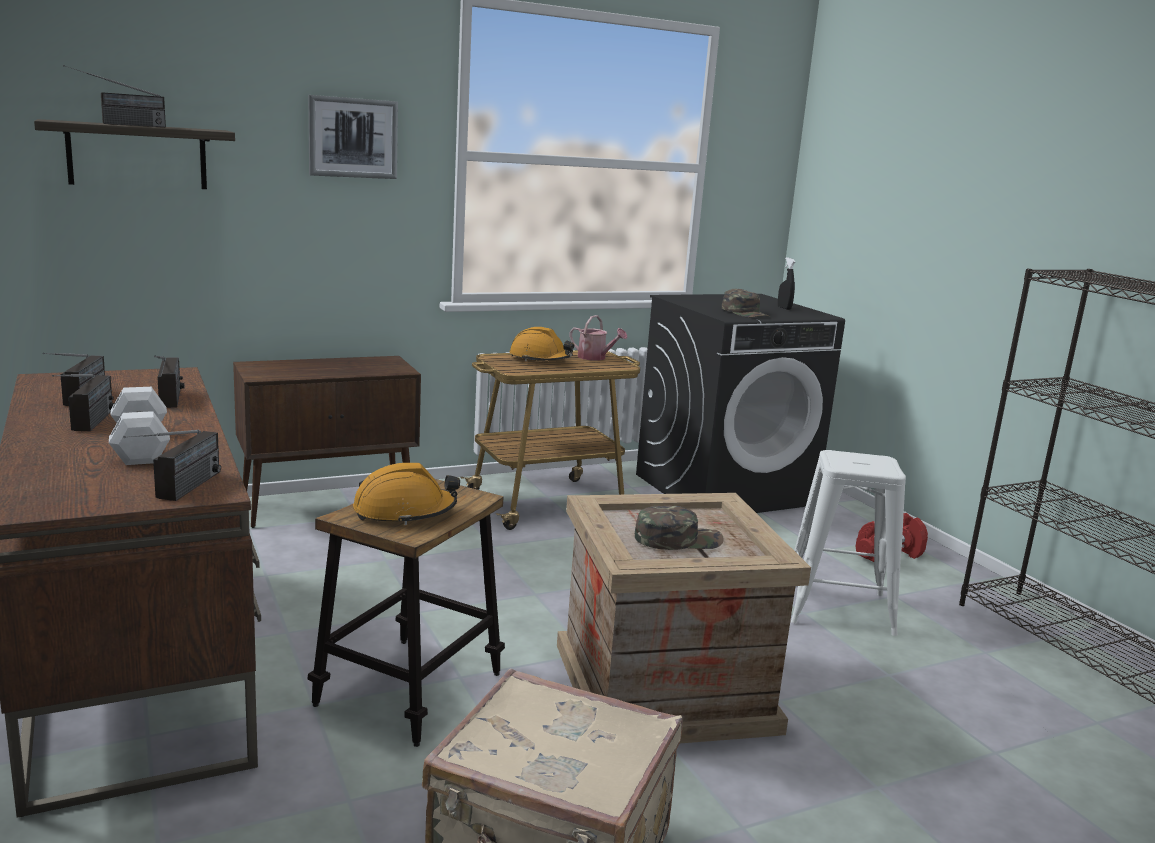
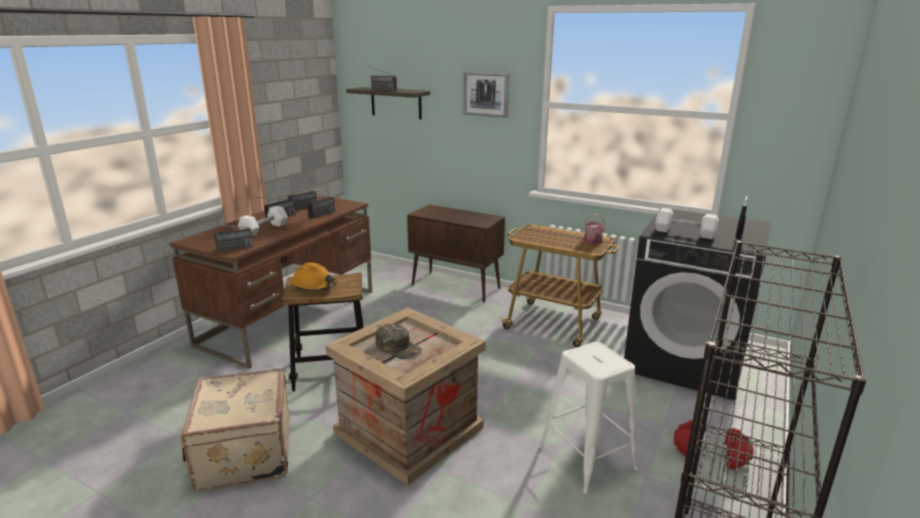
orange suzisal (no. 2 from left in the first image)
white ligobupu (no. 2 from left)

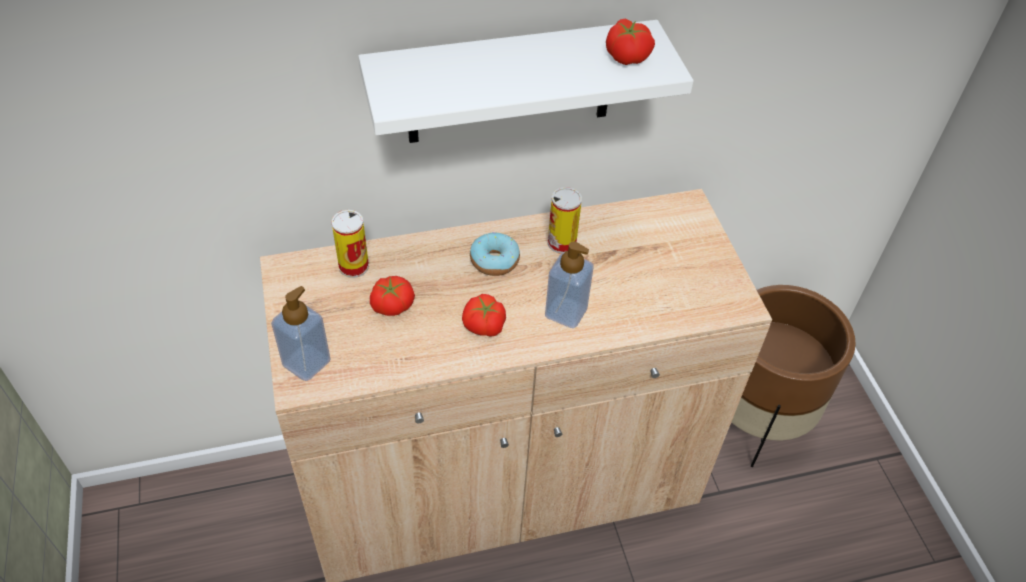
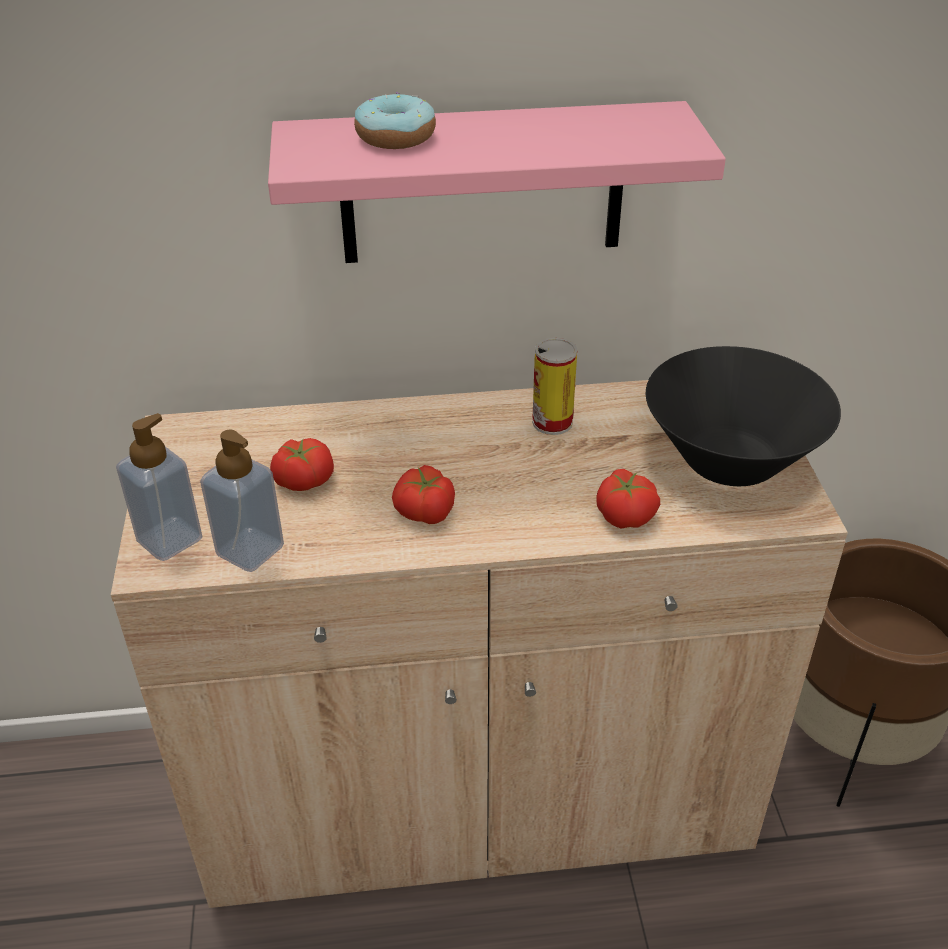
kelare (no. 1 from left in the first image)
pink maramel
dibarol
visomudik (no. 2 from left)
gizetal (no. 3 from left)
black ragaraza

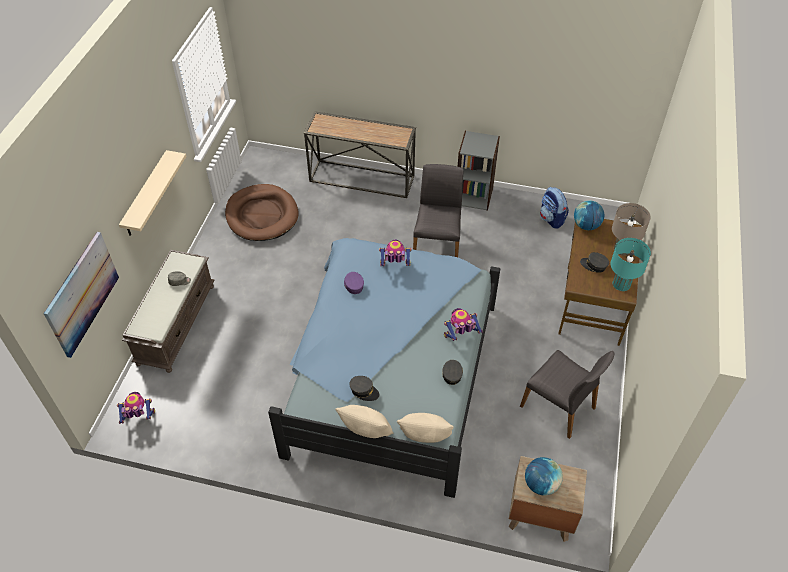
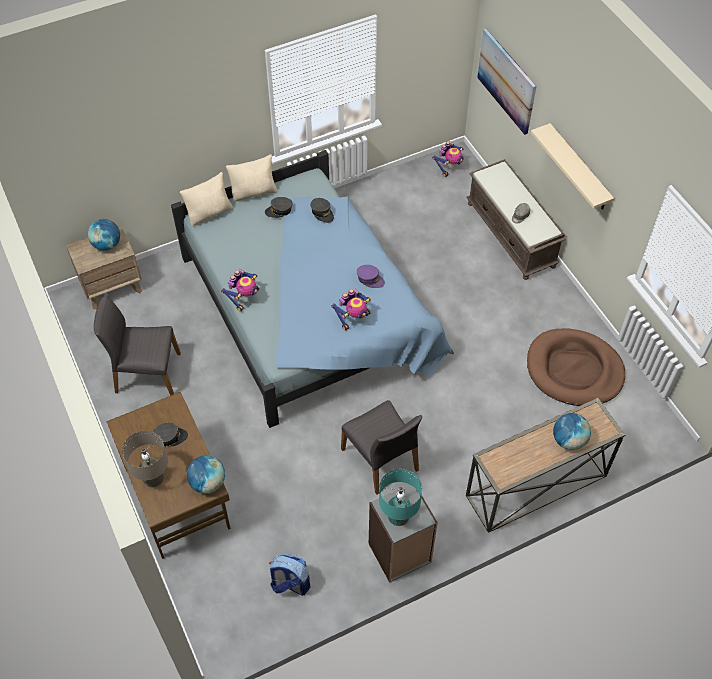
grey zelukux (no. 3 from left)
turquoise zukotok
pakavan (no. 3 from left)

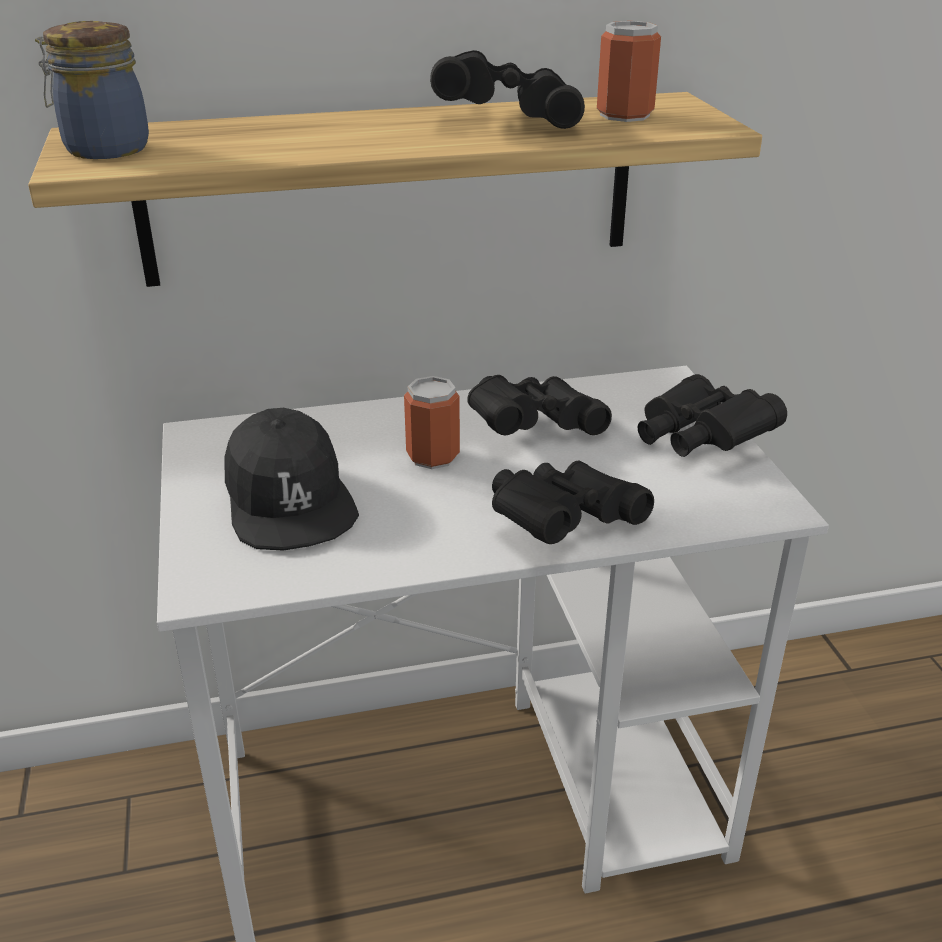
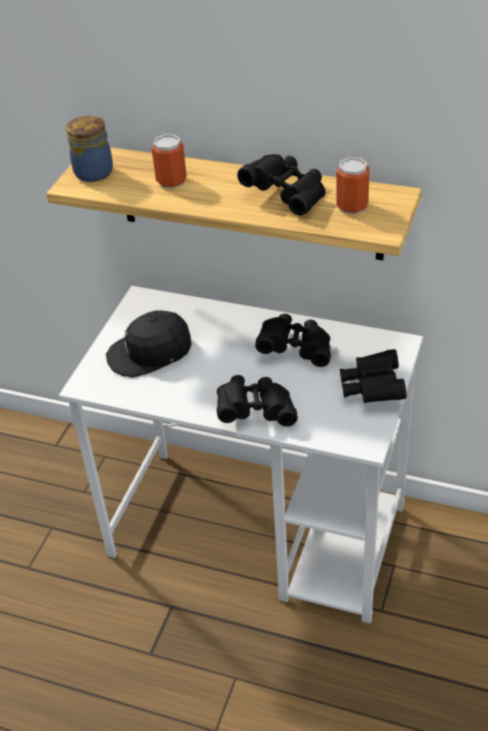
black zelukux
kelare (no. 1 from left)

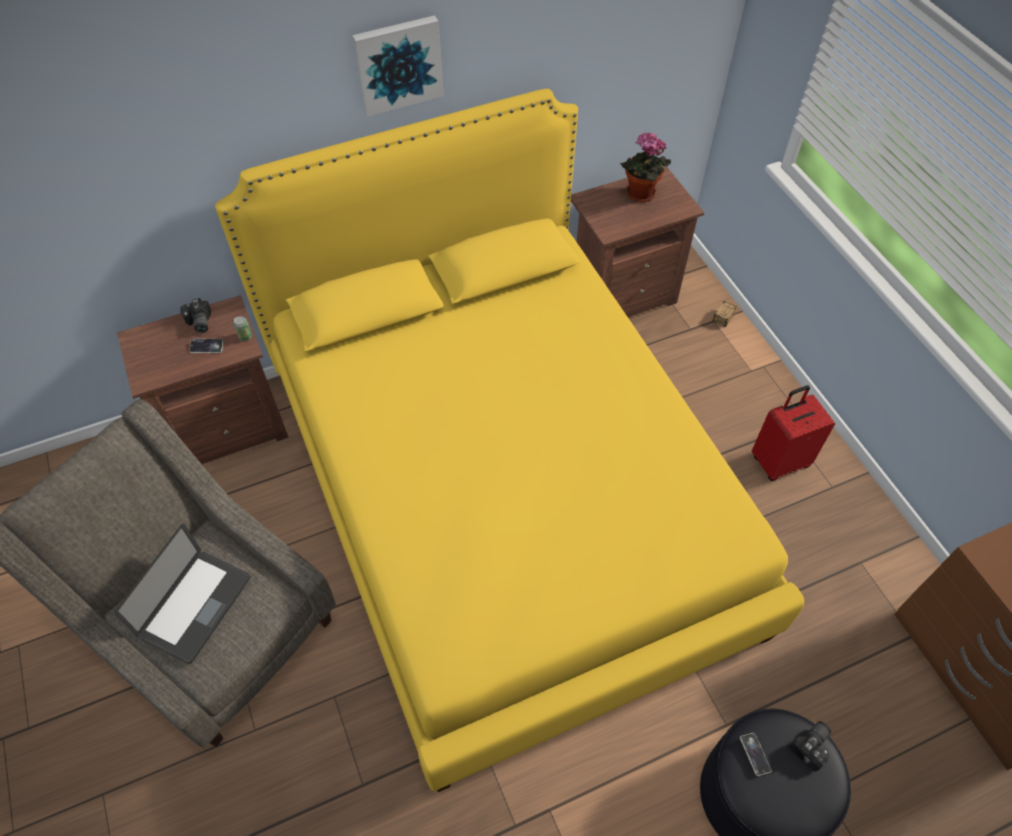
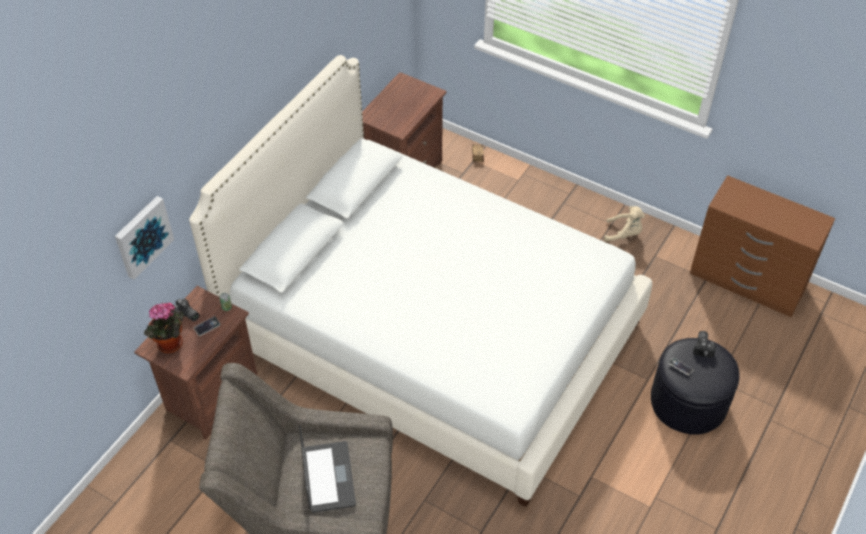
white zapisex
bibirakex
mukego
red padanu
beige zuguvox

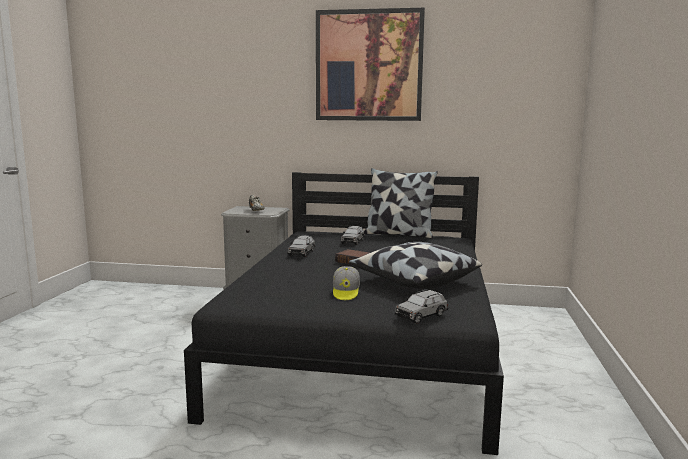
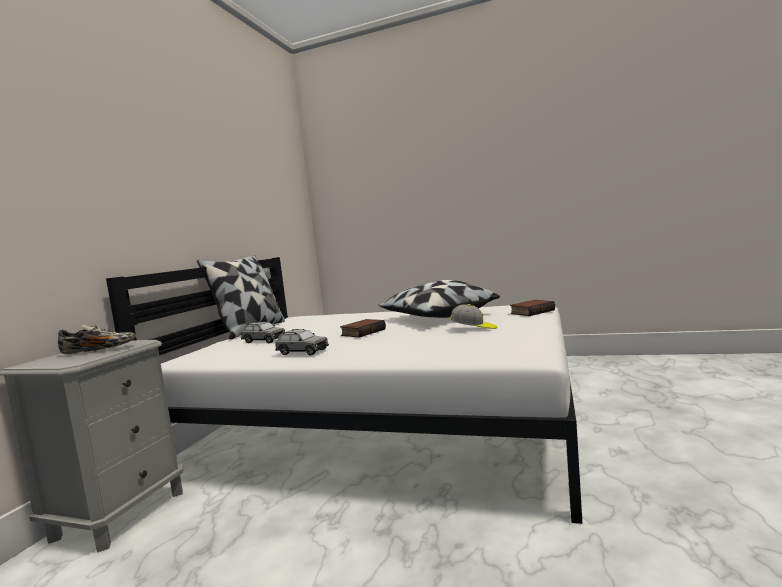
white zapisex
bibirakex
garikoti (no. 2 from left)

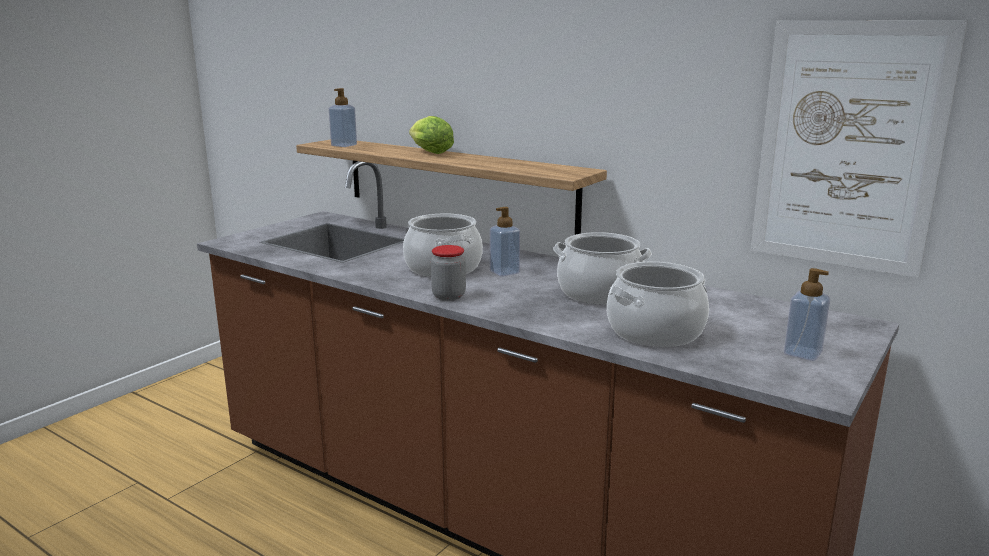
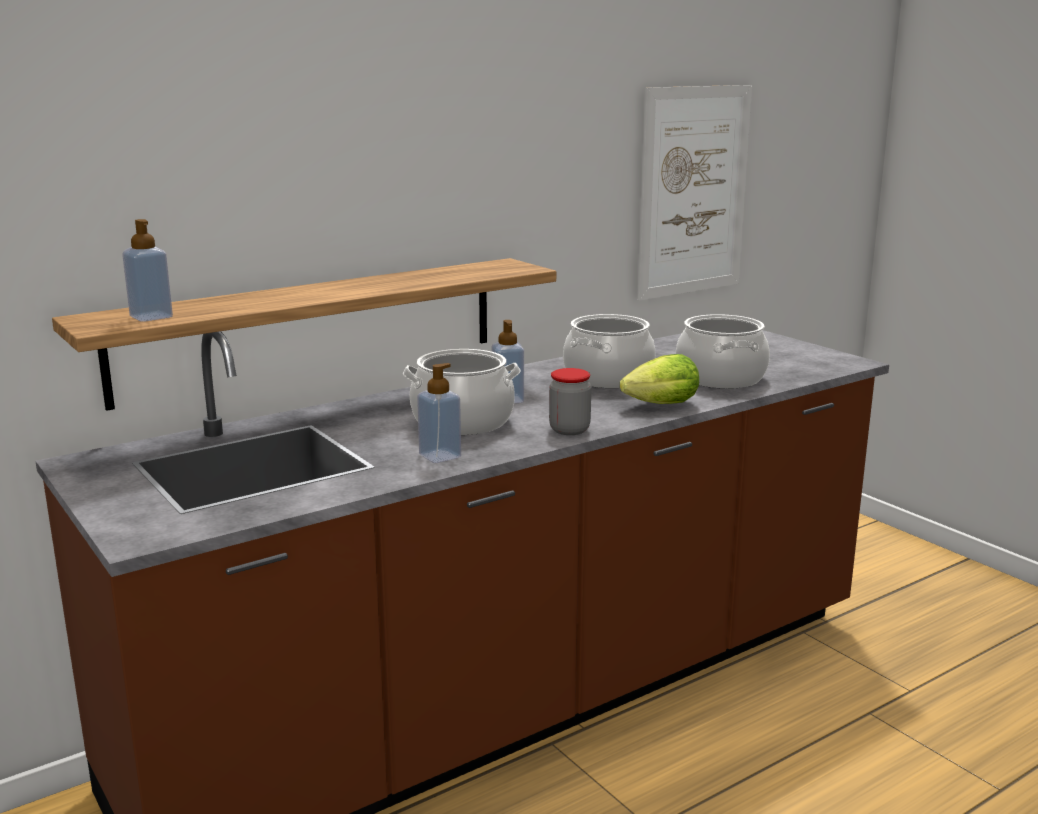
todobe
visomudik (no. 2 from left)

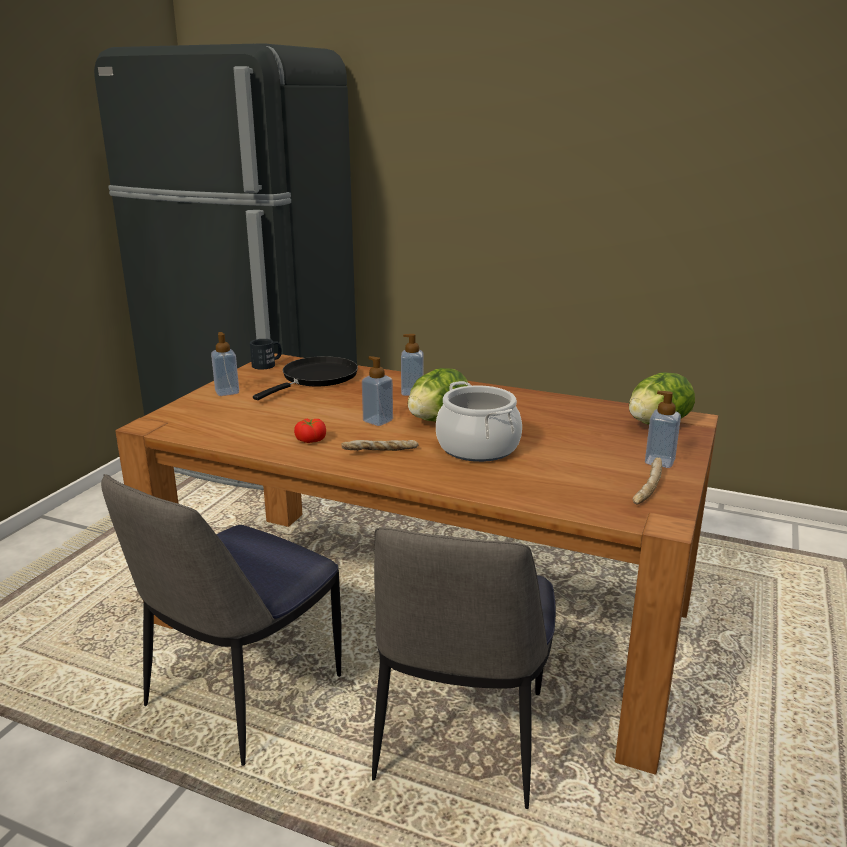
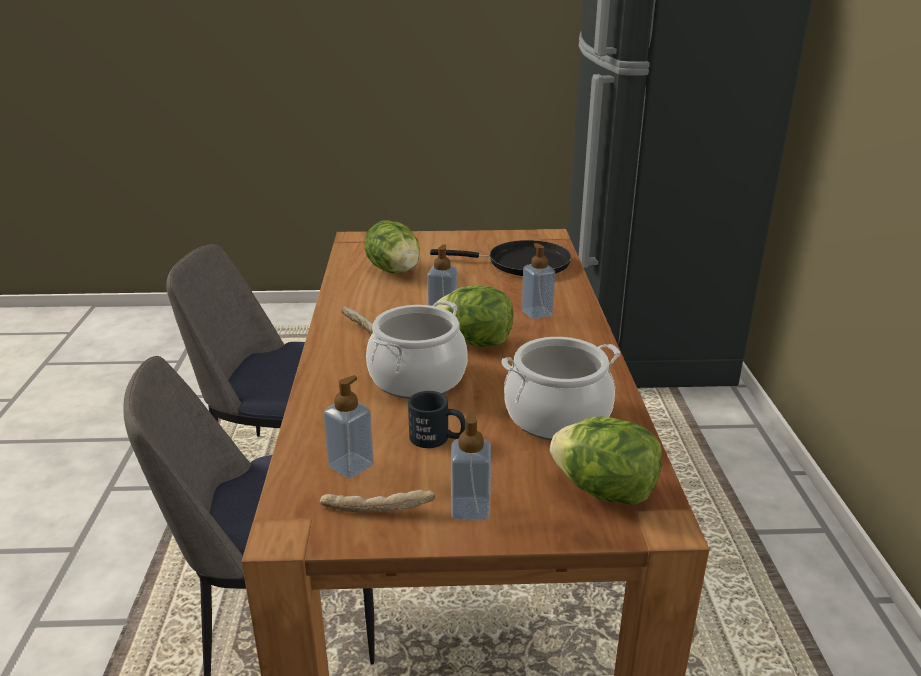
visomudik (no. 1 from left)
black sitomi
gizetal
todobe (no. 1 from left)
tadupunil (no. 2 from left)

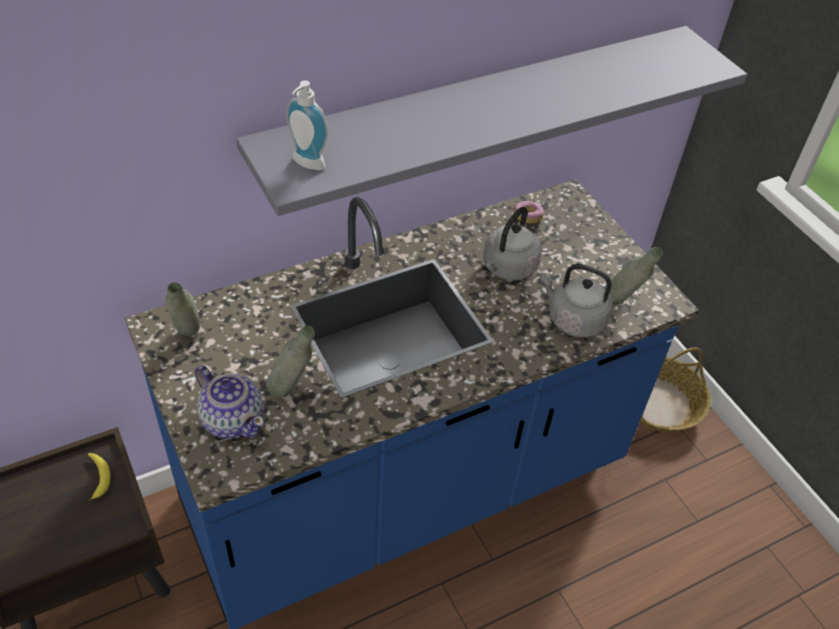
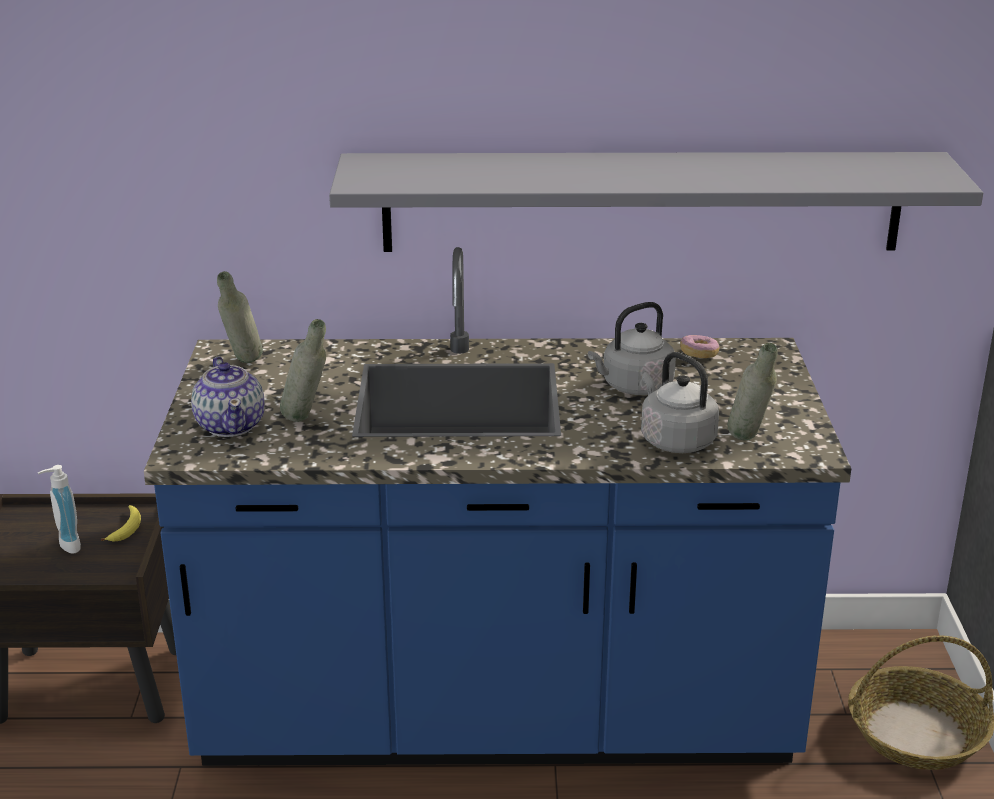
visomudik

